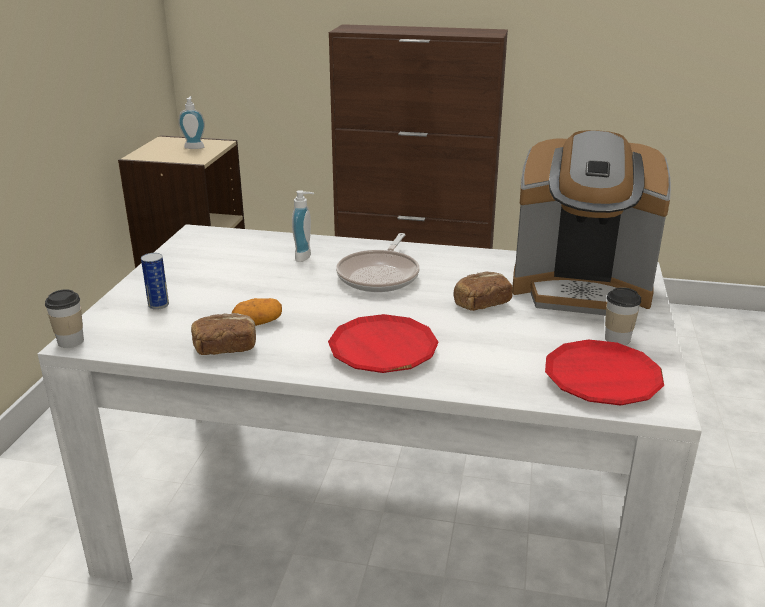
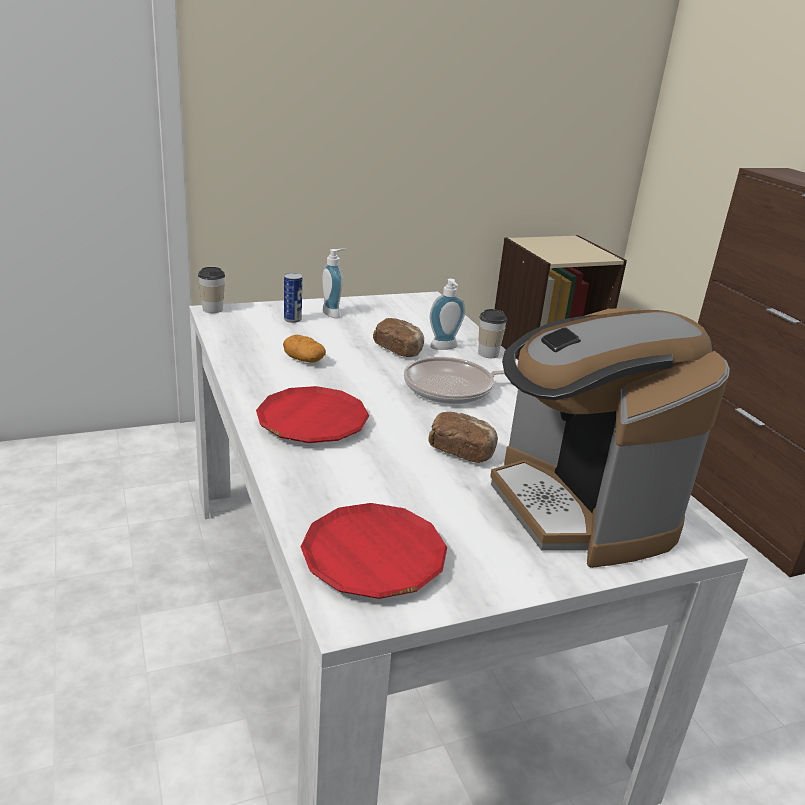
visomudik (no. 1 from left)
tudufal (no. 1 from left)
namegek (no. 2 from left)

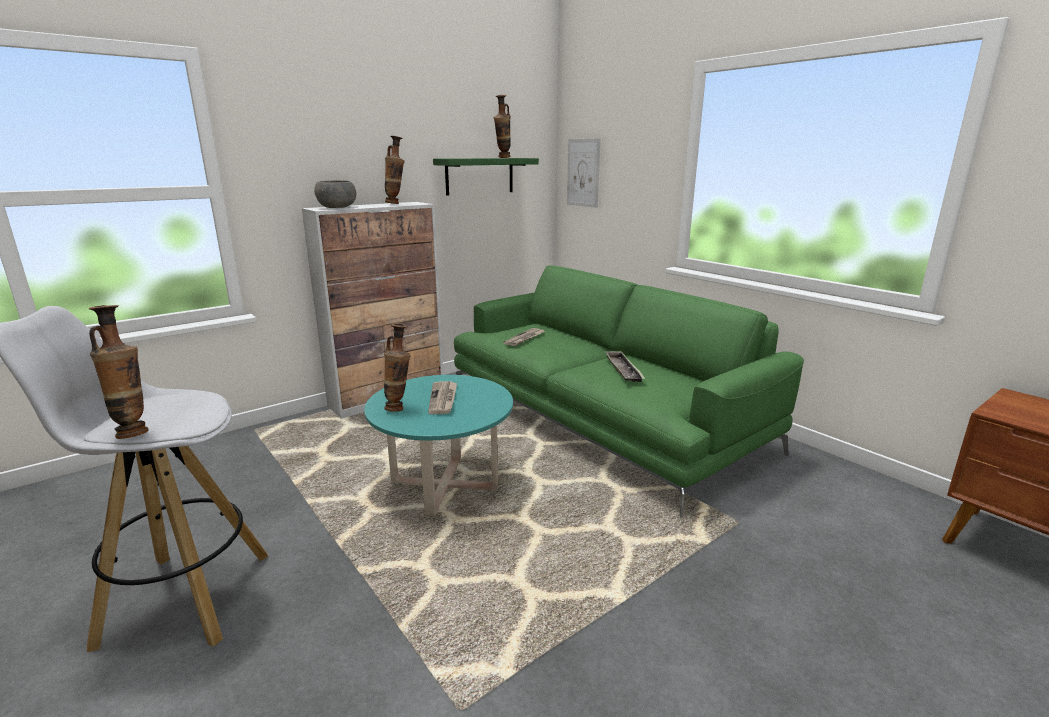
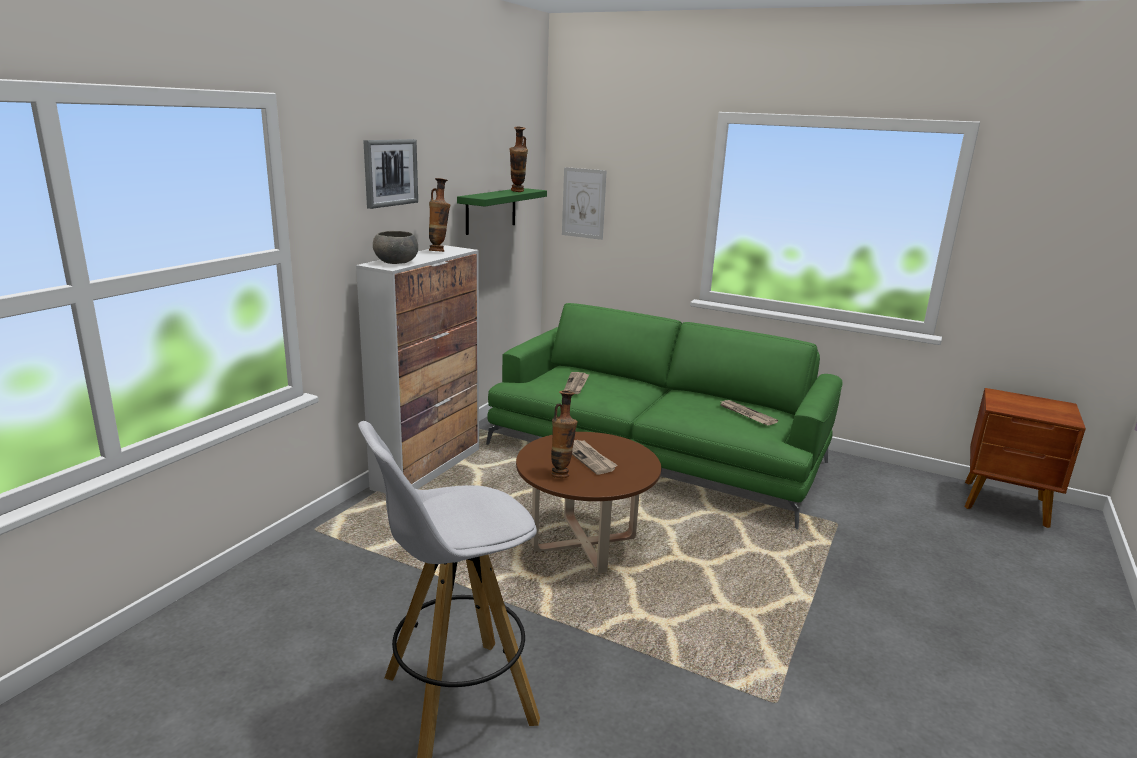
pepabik (no. 1 from left in the first image)
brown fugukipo
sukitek
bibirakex (no. 1 from left)
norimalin (no. 3 from left)

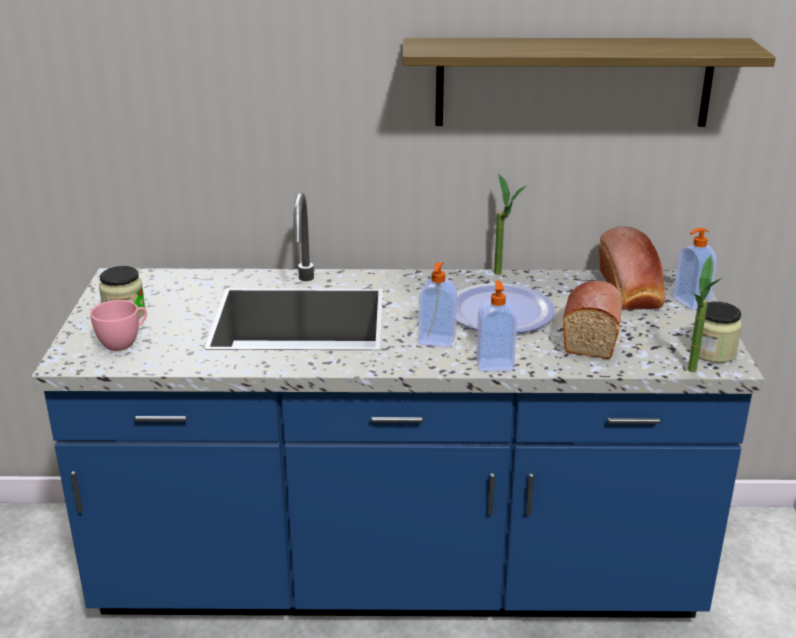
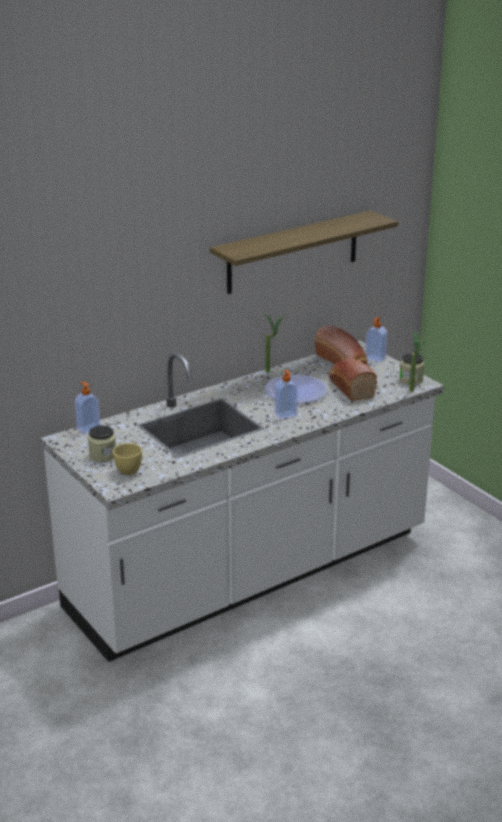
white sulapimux
yellow namegek
visomudik (no. 1 from left)

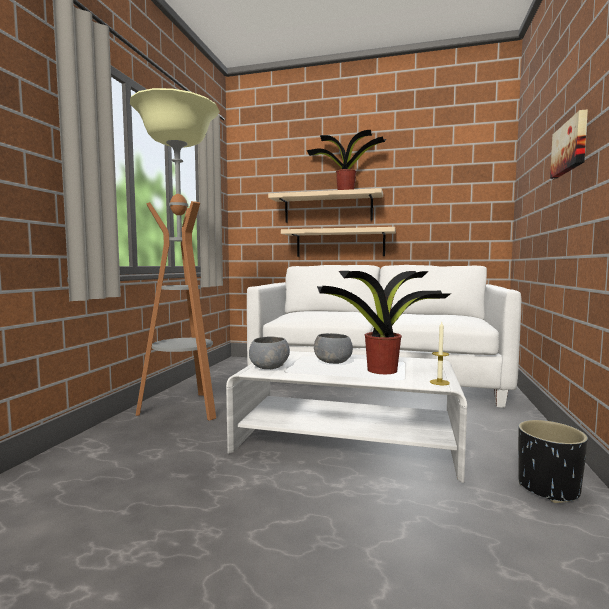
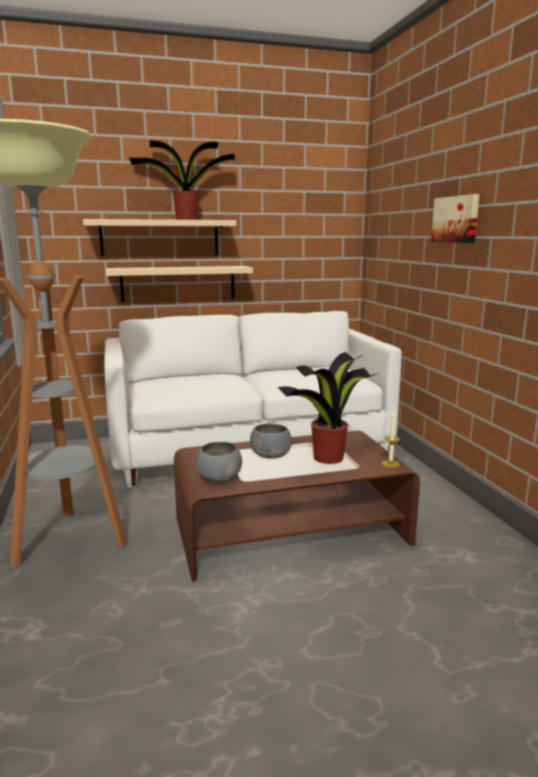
brown fugukipo
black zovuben

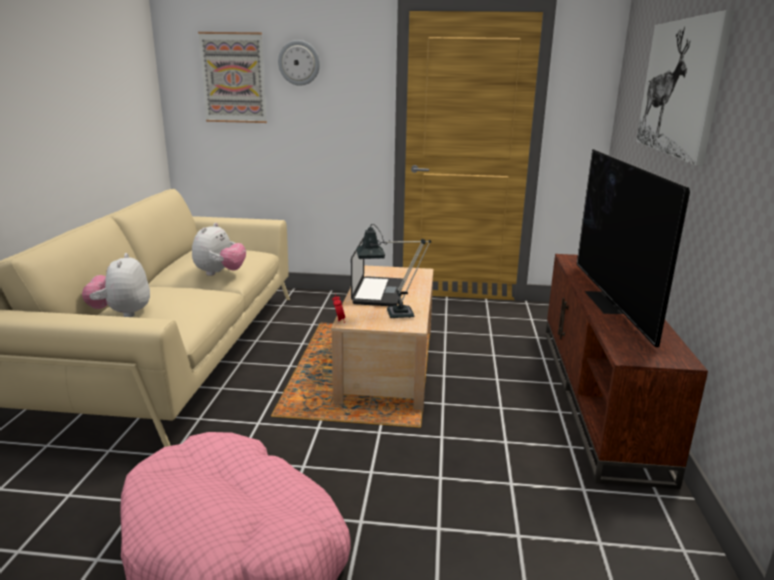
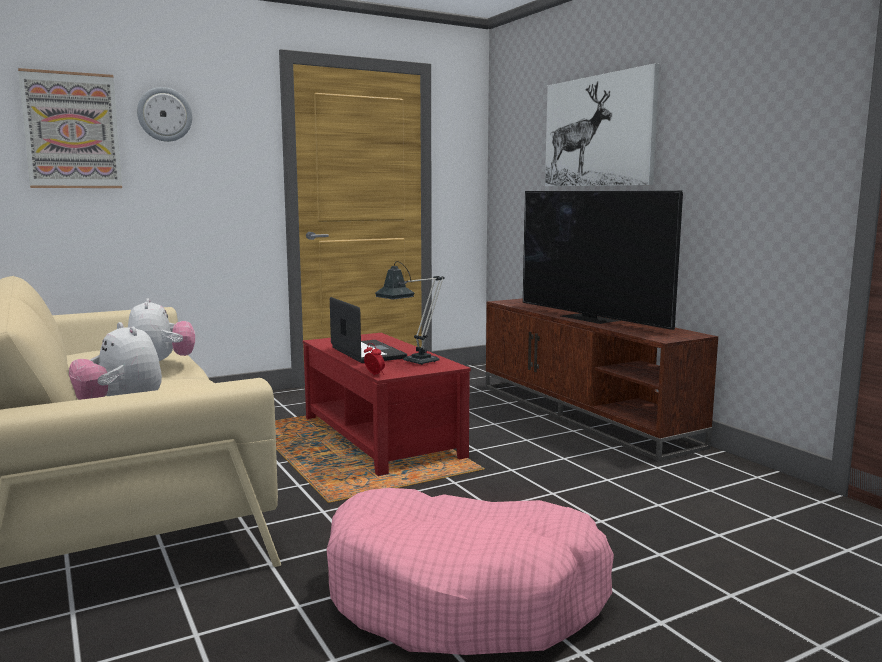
red fugukipo

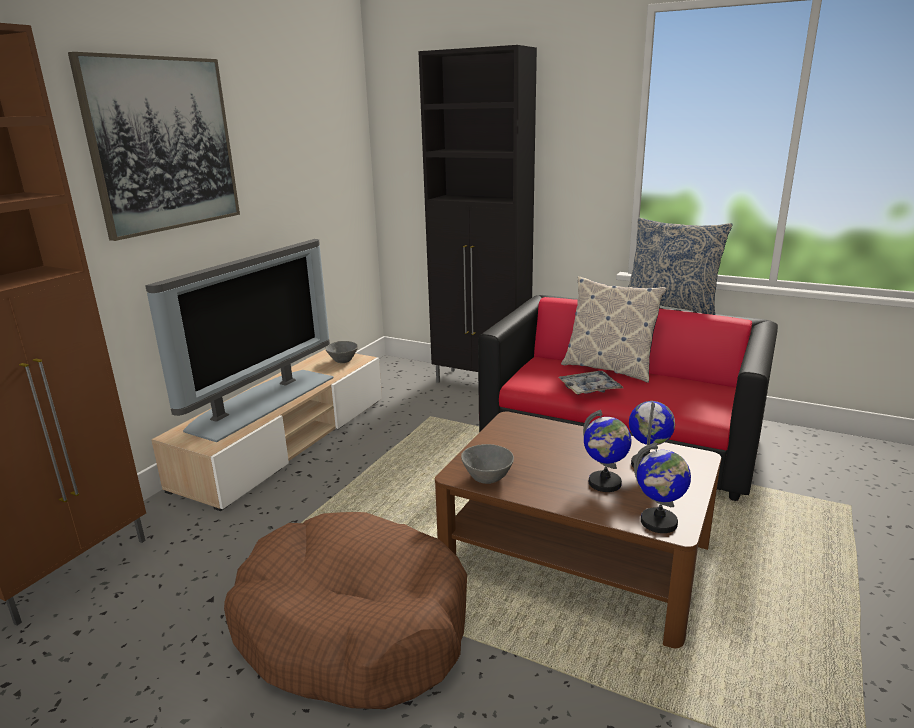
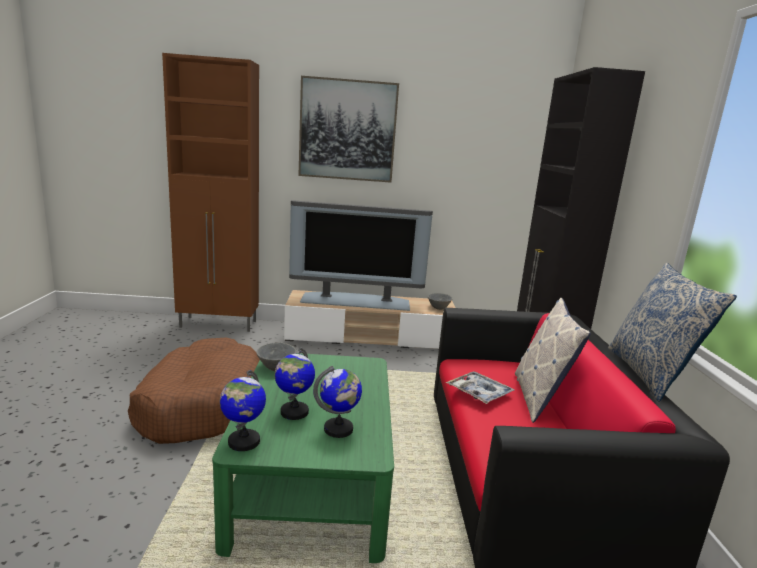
green fugukipo

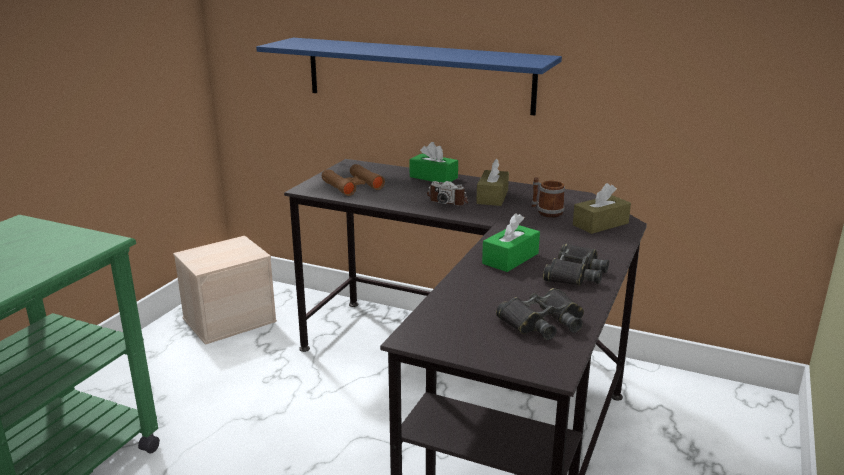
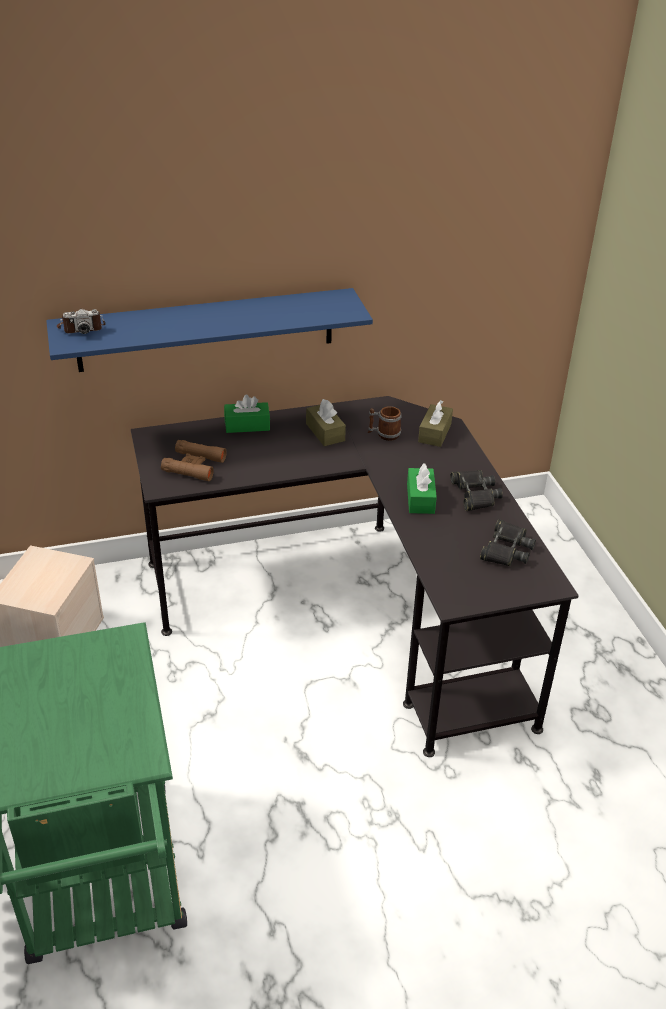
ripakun

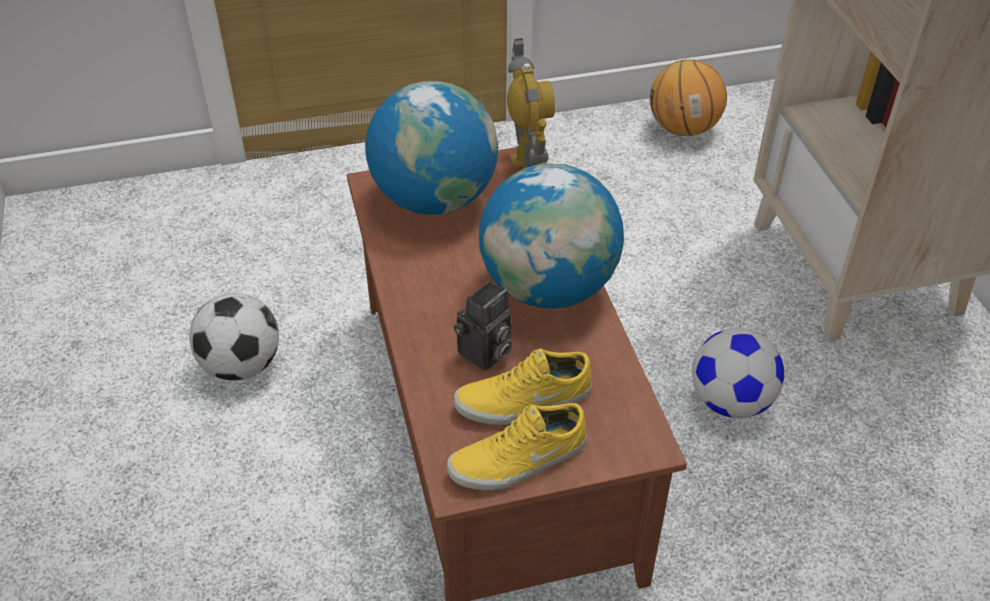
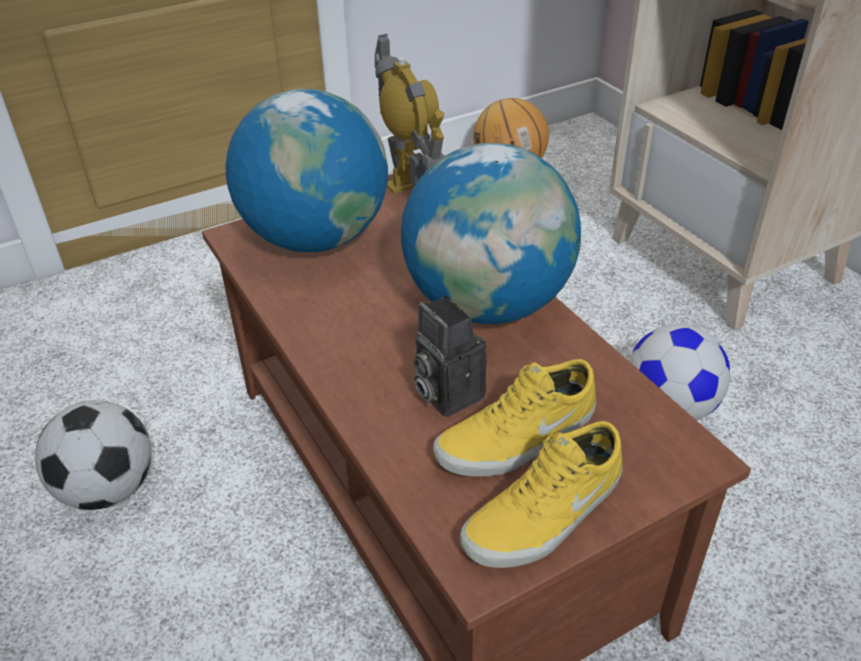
ripakun

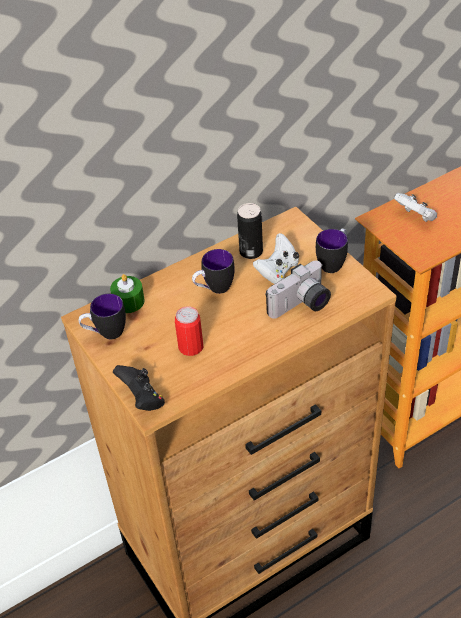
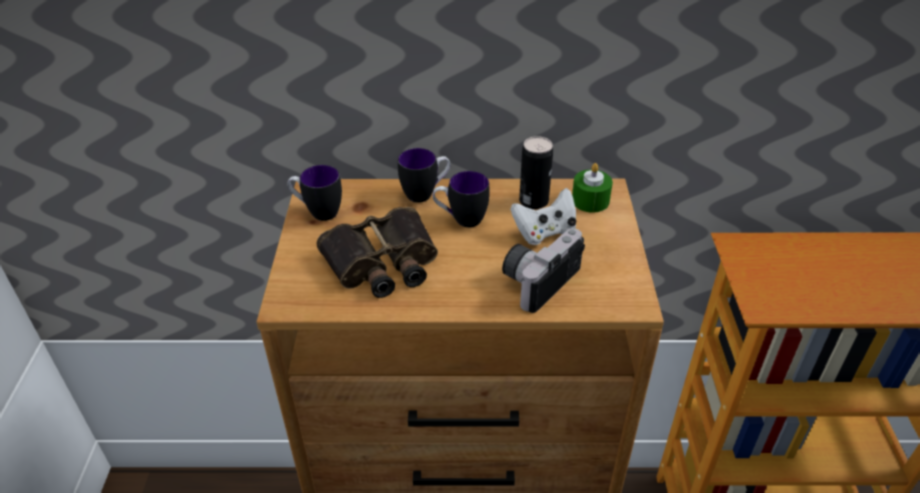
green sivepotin
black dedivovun
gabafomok
ripakun
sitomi (no. 2 from left)
white dedivovun (no. 2 from left in the first image)

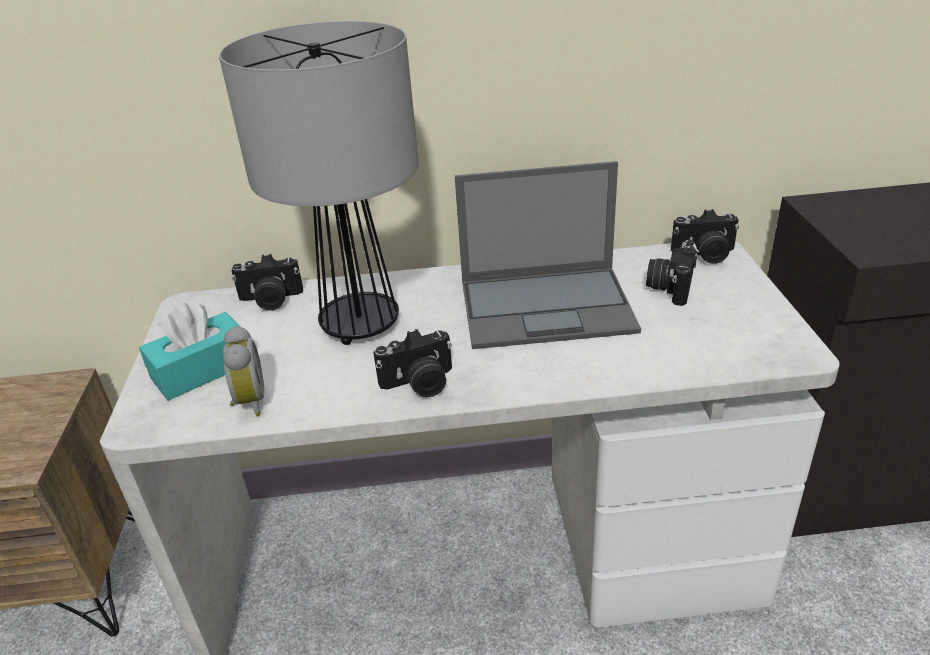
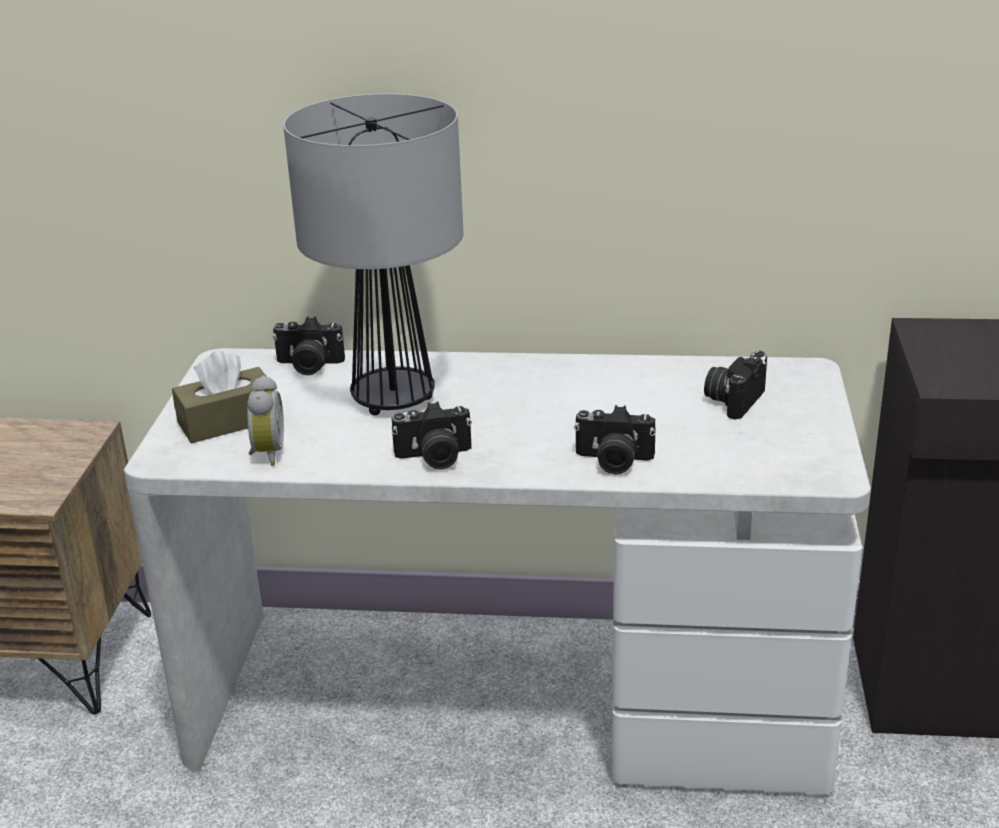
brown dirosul
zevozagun
ripakun (no. 3 from left)

